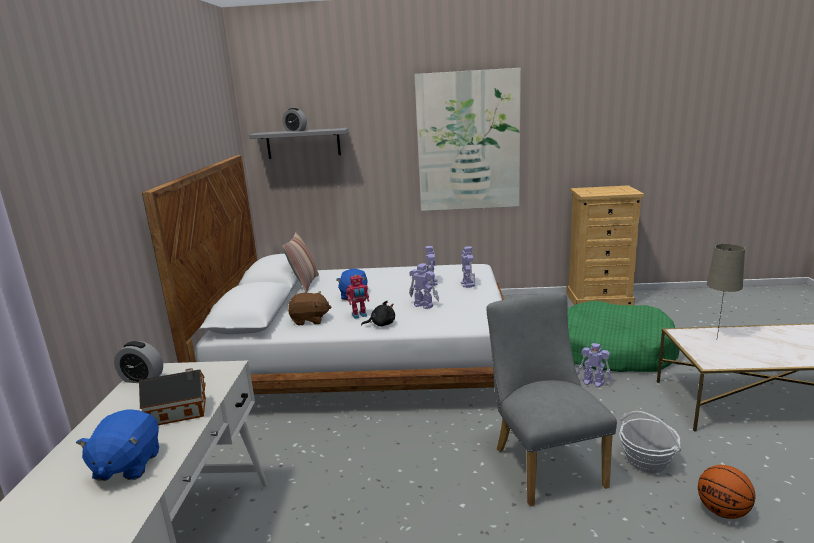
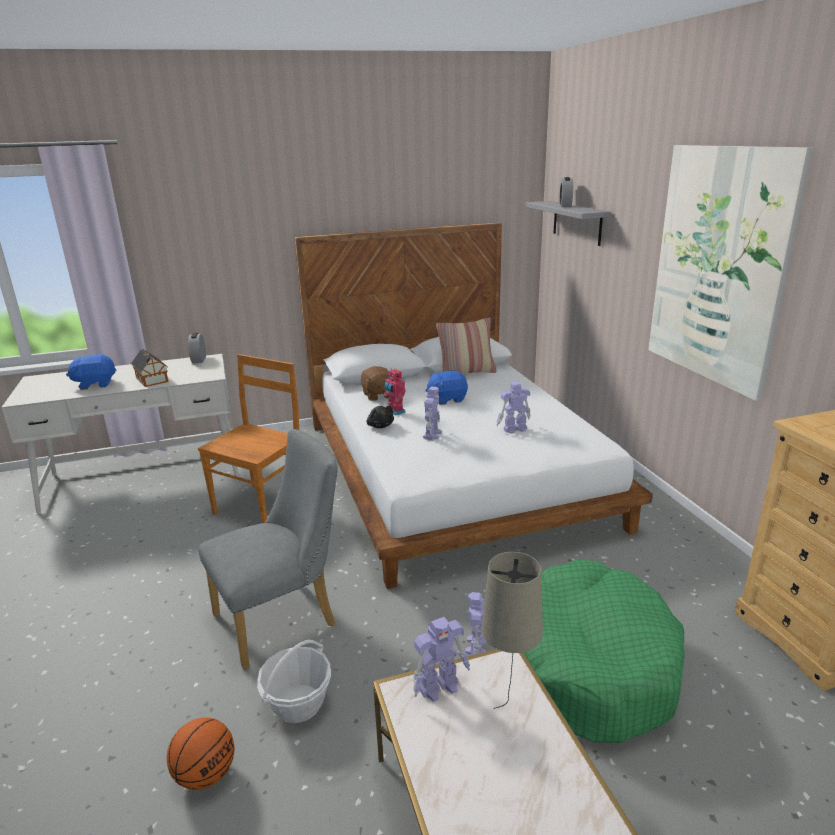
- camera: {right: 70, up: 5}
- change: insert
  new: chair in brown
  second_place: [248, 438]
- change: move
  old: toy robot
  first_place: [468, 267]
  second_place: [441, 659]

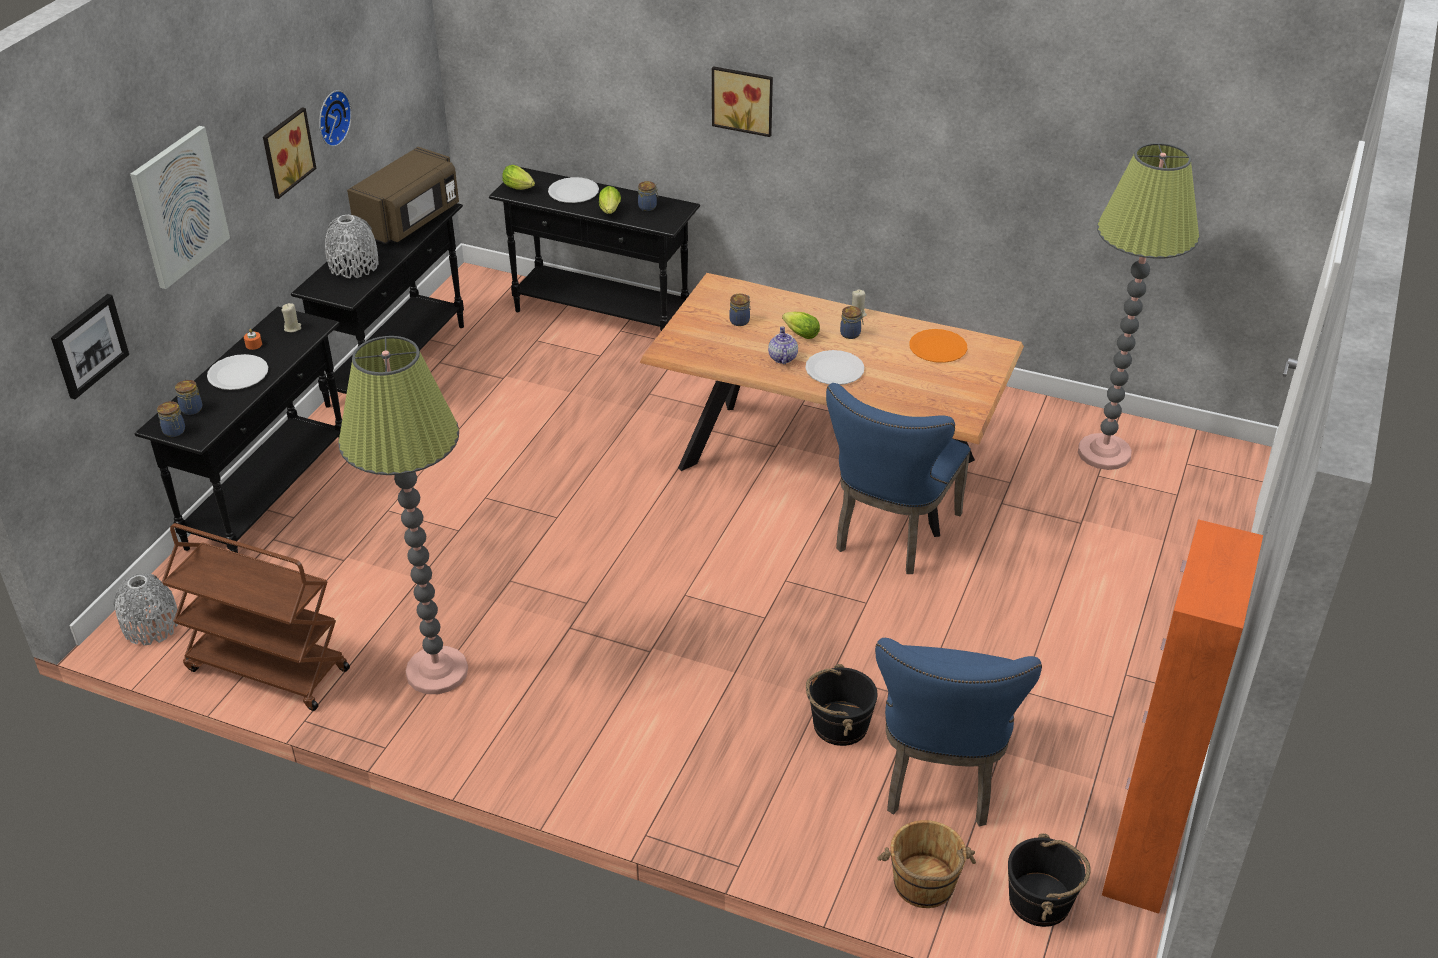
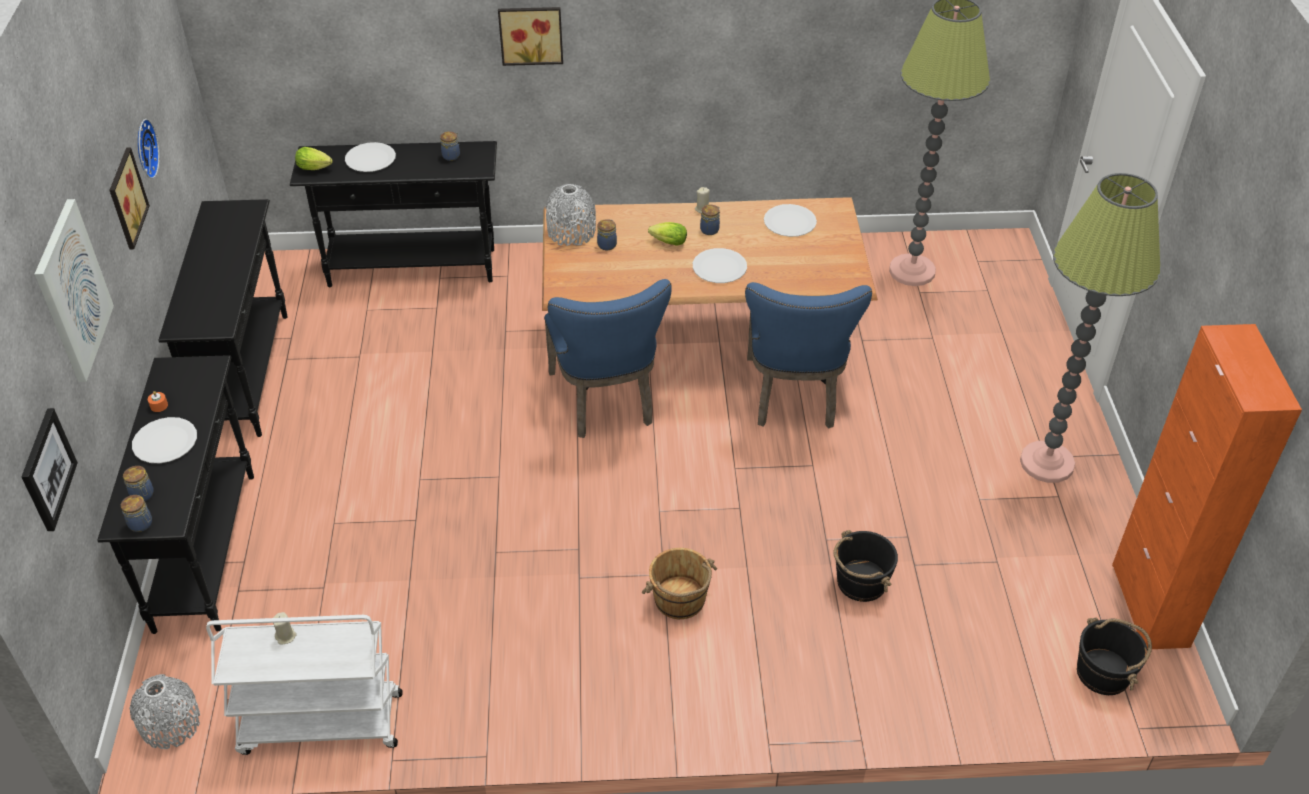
- camera: {right: -25, up: 5}
- change: recolor
  old: cart in brown
  new: cart in white
  first_place: [255, 617]
  second_place: [304, 685]
- change: move
  old: candle in beige
  first_place: [291, 317]
  second_place: [285, 628]
- change: move
  old: chair in blue
  first_place: [958, 732]
  second_place: [608, 358]
- change: move
  old: vase in grey
  first_place: [351, 246]
  second_place: [570, 215]
- change: move
  old: bucket in brown
  first_place: [926, 864]
  second_place: [679, 583]
- change: recolor
  old: plate in orange
  new: plate in white
  first_place: [938, 346]
  second_place: [790, 220]
- change: move
  old: floor lamp
  first_place: [403, 515]
  second_place: [1090, 328]
- change: delete
  old: microwave in brown
  first_place: [403, 195]
- change: delete
  old: lettuce
  first_place: [610, 200]
- change: delete
  old: teapot
  first_place: [783, 345]

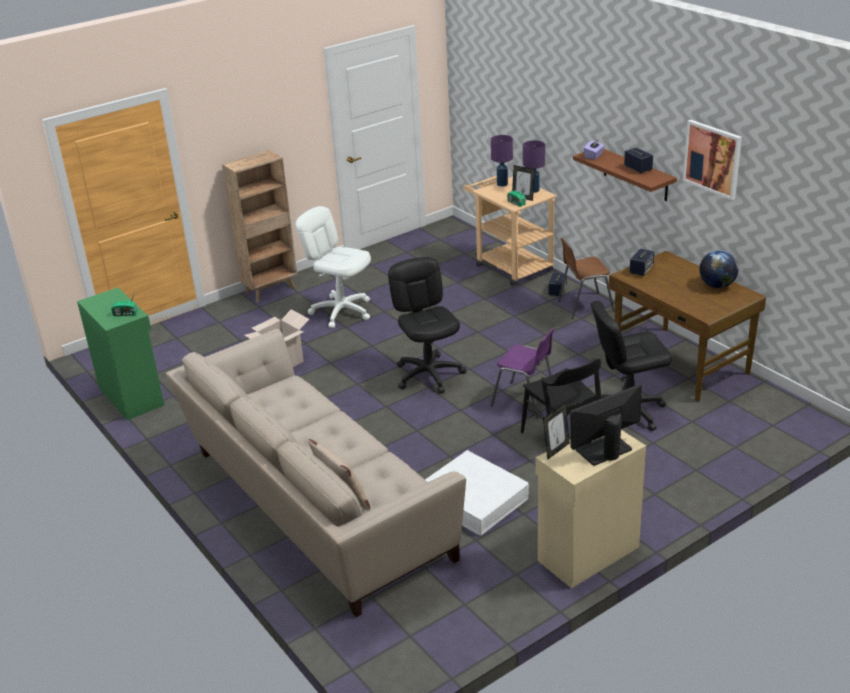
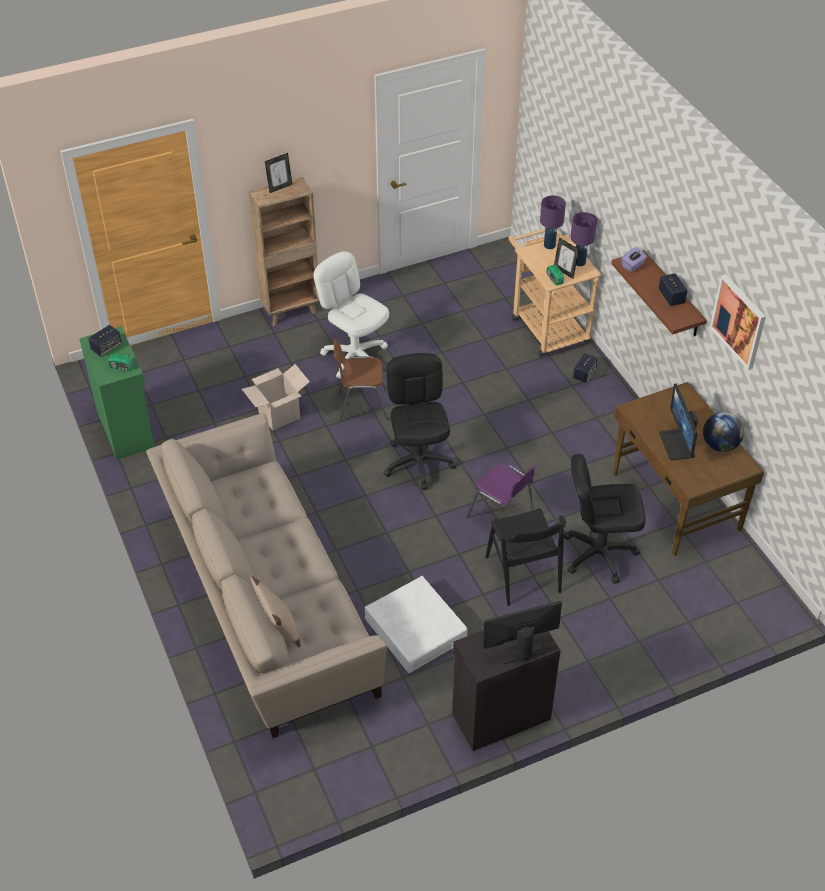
- camera: {right: 10, up: 15}
- change: move
  old: speaker
  first_place: [642, 262]
  second_place: [105, 341]
- change: move
  old: picture frame
  first_place: [556, 431]
  second_place: [278, 173]
- change: move
  old: chair in brown
  first_place: [586, 278]
  second_place: [361, 380]
- change: recolor
  old: cabinet in beige
  new: cabinet in black
  first_place: [590, 509]
  second_place: [506, 691]
- change: insert
  new: monitor
  second_place: [678, 422]

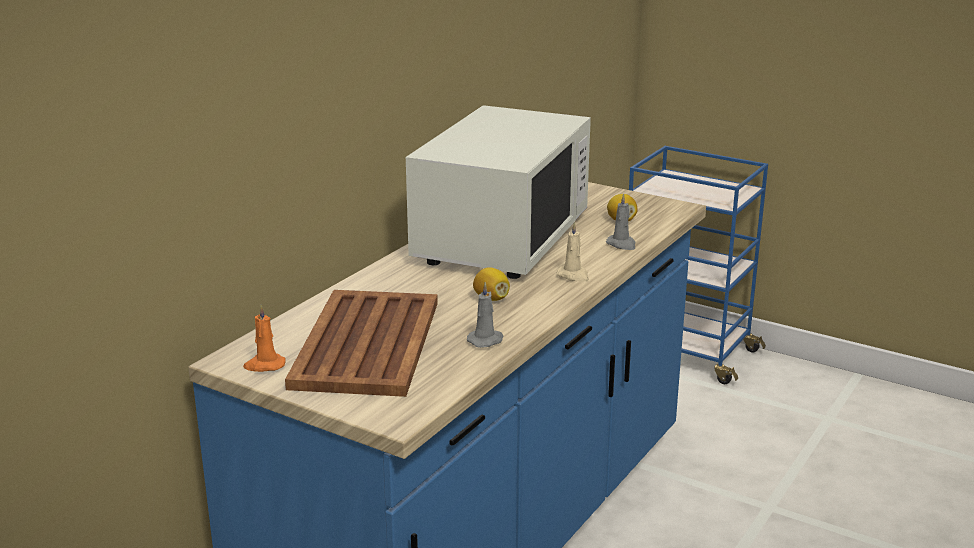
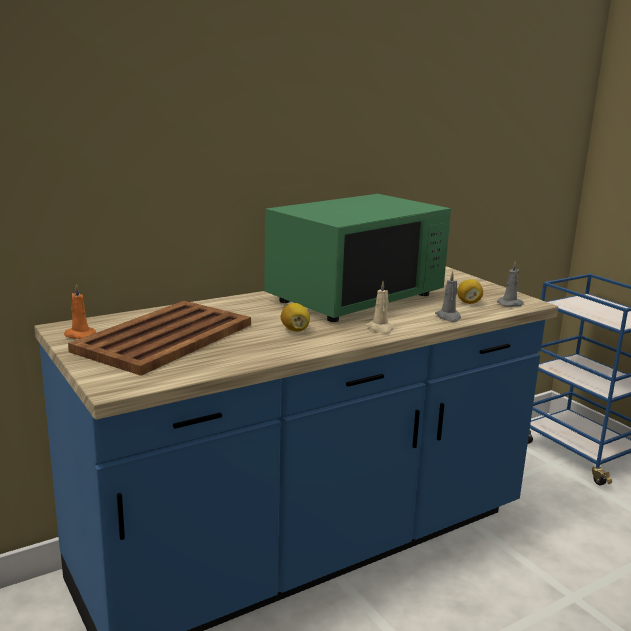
- camera: {right: 25, up: -5}
- change: recolor
  old: microwave in white
  new: microwave in green
  first_place: [498, 192]
  second_place: [357, 258]
- change: move
  old: candle in grey
  first_place: [485, 315]
  second_place: [510, 284]

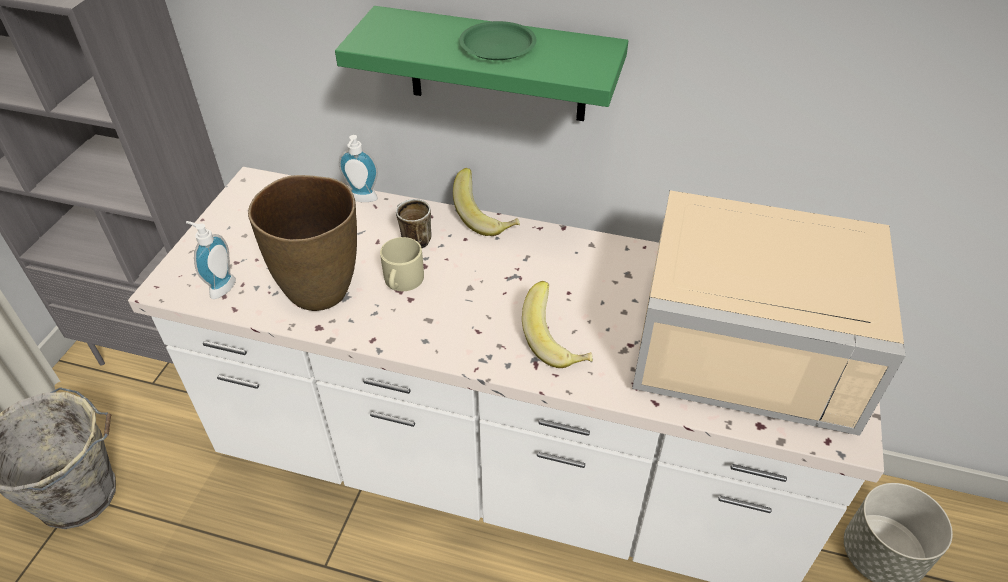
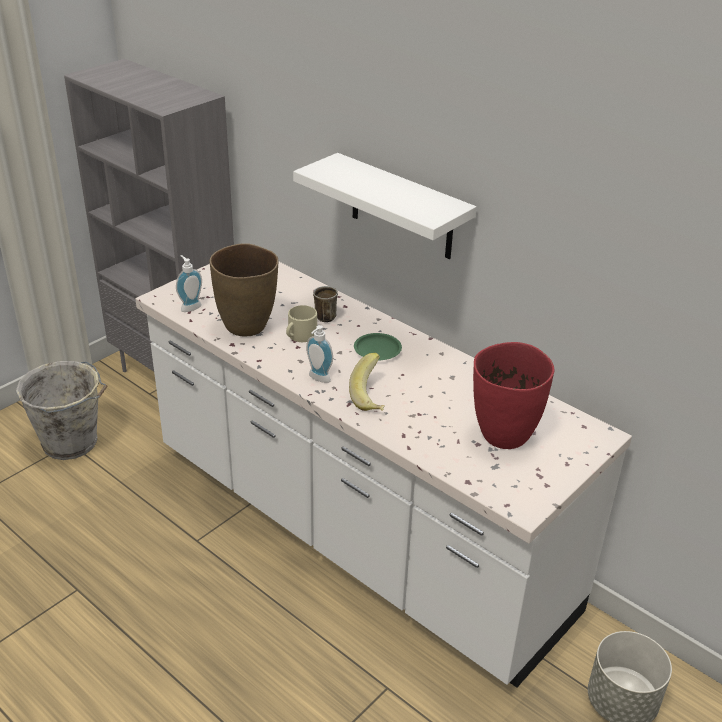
- camera: {right: 25, up: -10}
- change: recolor
  old: shelf in green
  new: shelf in white
  first_place: [481, 63]
  second_place: [384, 206]
- change: move
  old: soap dispenser
  first_place: [358, 168]
  second_place: [319, 354]
- change: move
  old: plate in green
  first_place: [498, 40]
  second_place: [378, 346]
- change: replace
  old: microwave in beige
  new: vase in red
  first_place: [769, 313]
  second_place: [514, 395]
- change: delete
  old: banana
  first_place: [486, 202]

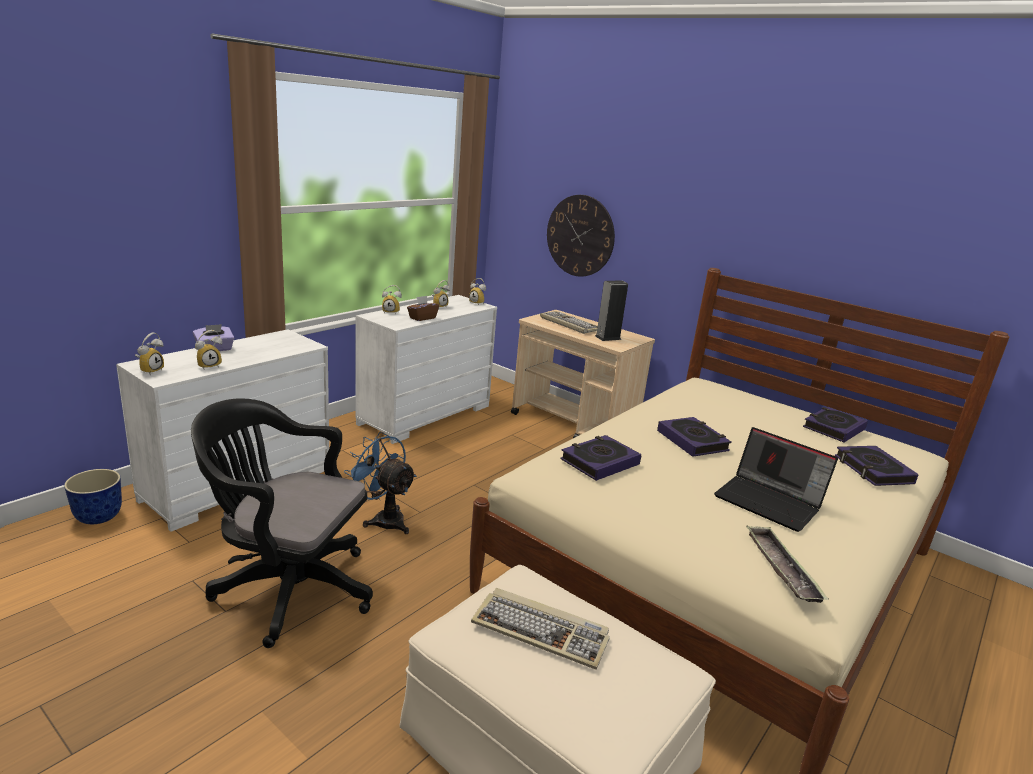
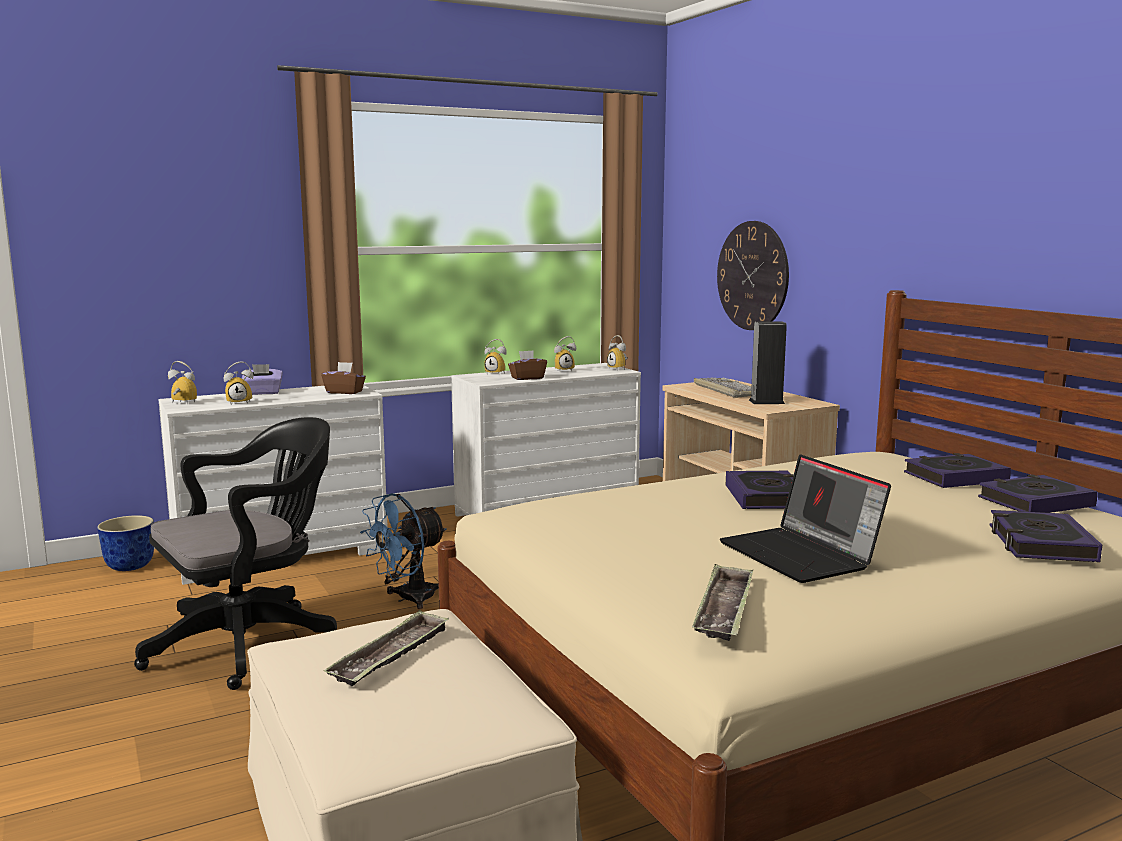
- camera: {right: 25, up: -10}
- change: rotate
  old: office chair in black
  first_place: [282, 523]
  second_place: [235, 553]
  degrees: 105
- change: rotate
  old: alarm clock
  first_place: [149, 354]
  second_place: [182, 382]
  degrees: -120
- change: insert
  new: tissue box in brown
  second_place: [343, 378]
- change: replace
  old: keyboard
  new: tray
  first_place: [540, 629]
  second_place: [386, 648]
- change: rotate
  old: fan in blue
  first_place: [380, 483]
  second_place: [403, 551]
  degrees: -105
- change: move
  old: book
  first_place: [601, 458]
  second_place: [957, 470]

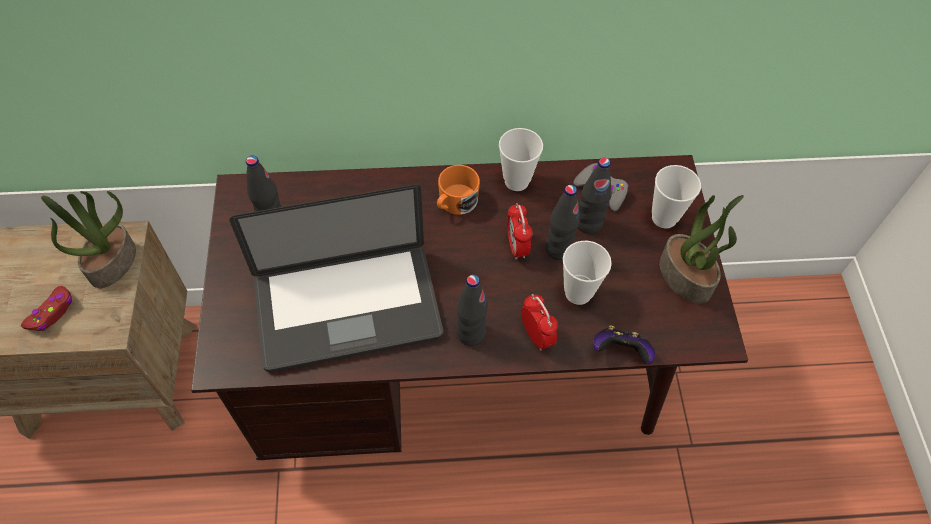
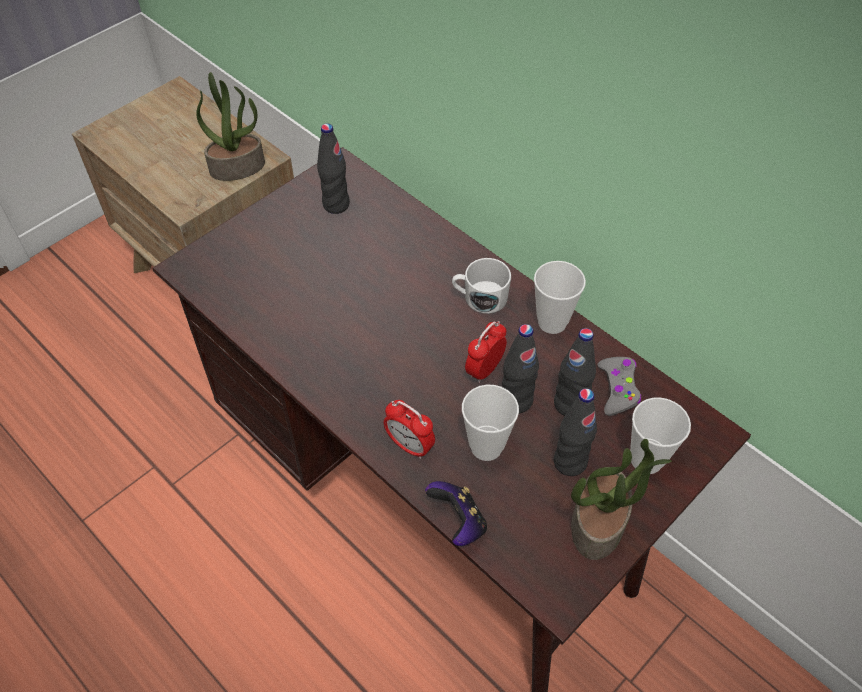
- camera: {right: 50, up: -5}
- change: rotate
  old: alarm clock
  first_place: [539, 322]
  second_place: [409, 429]
  degrees: 105
- change: recolor
  old: mug in orange
  new: mug in white
  first_place: [458, 190]
  second_place: [481, 286]
- change: move
  old: bottle in black
  first_place: [472, 310]
  second_place: [575, 432]
- change: delete
  old: game controller in red
  first_place: [46, 308]
- change: delete
  old: laptop
  first_place: [336, 278]

